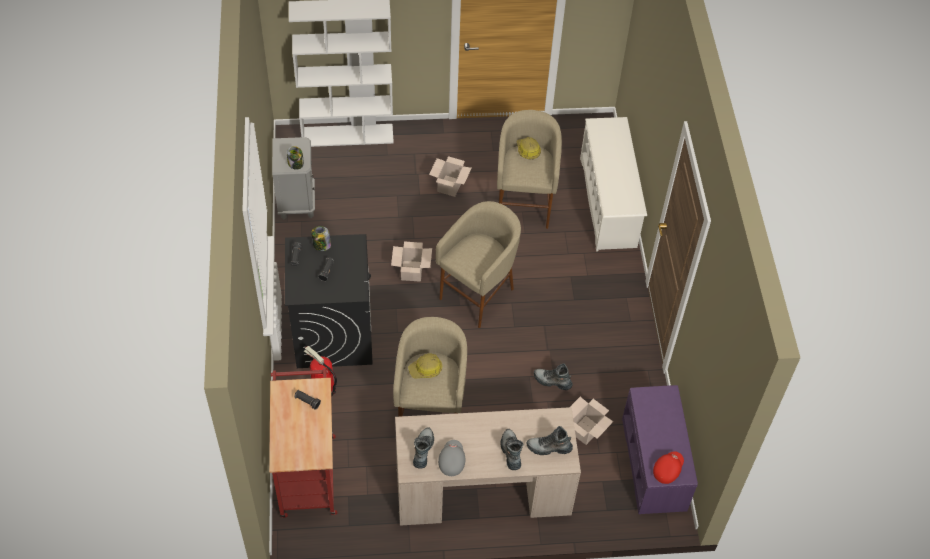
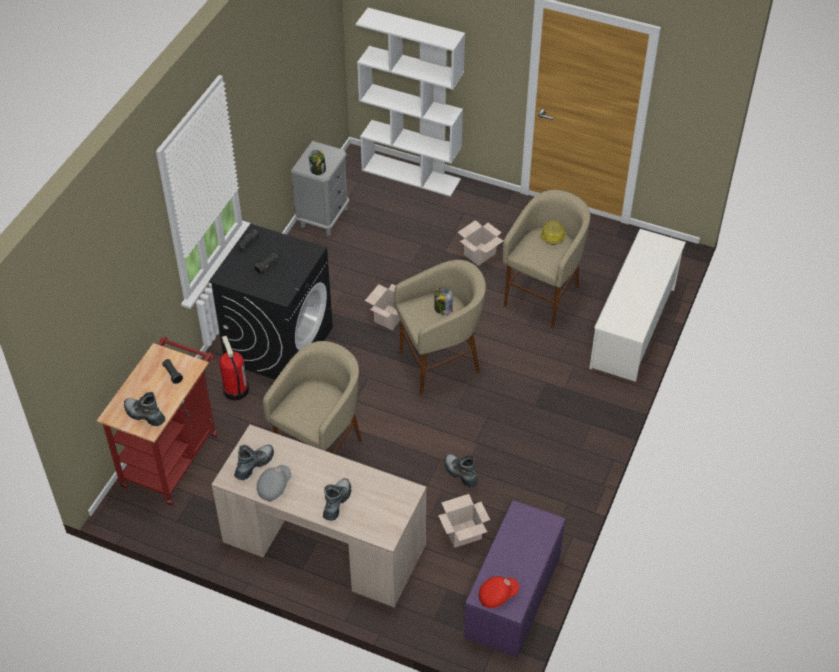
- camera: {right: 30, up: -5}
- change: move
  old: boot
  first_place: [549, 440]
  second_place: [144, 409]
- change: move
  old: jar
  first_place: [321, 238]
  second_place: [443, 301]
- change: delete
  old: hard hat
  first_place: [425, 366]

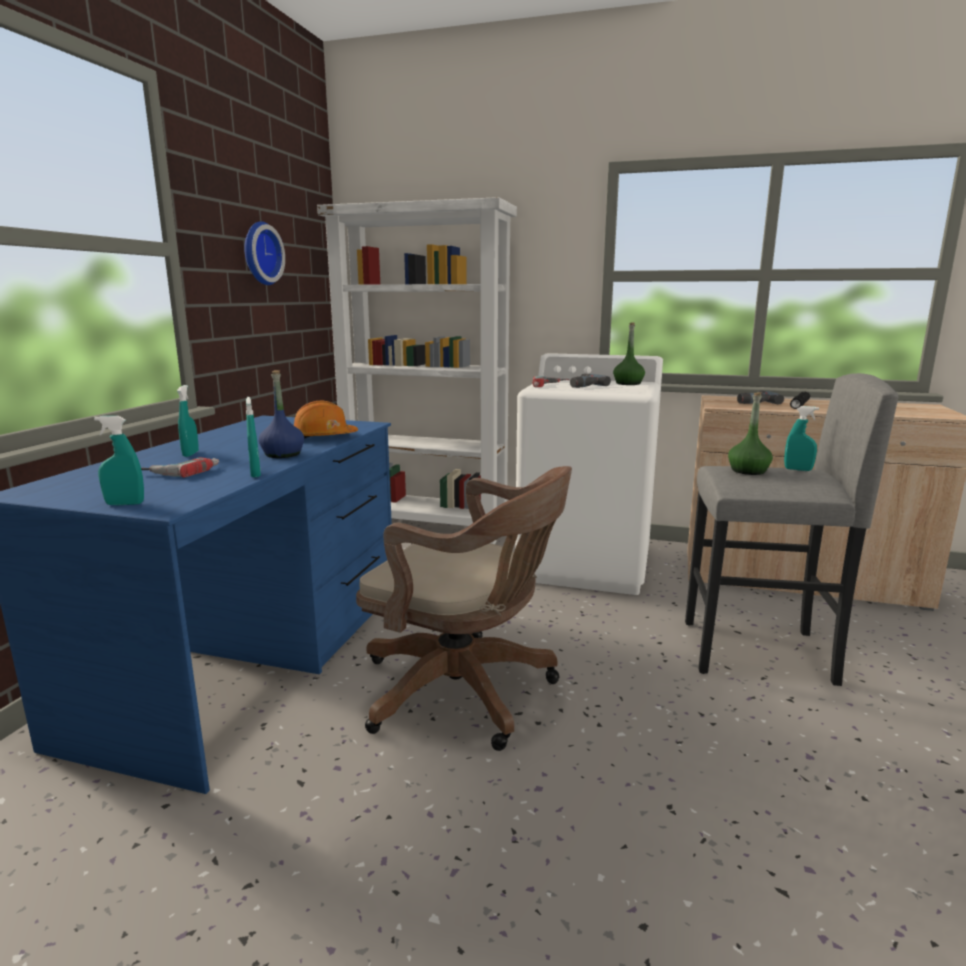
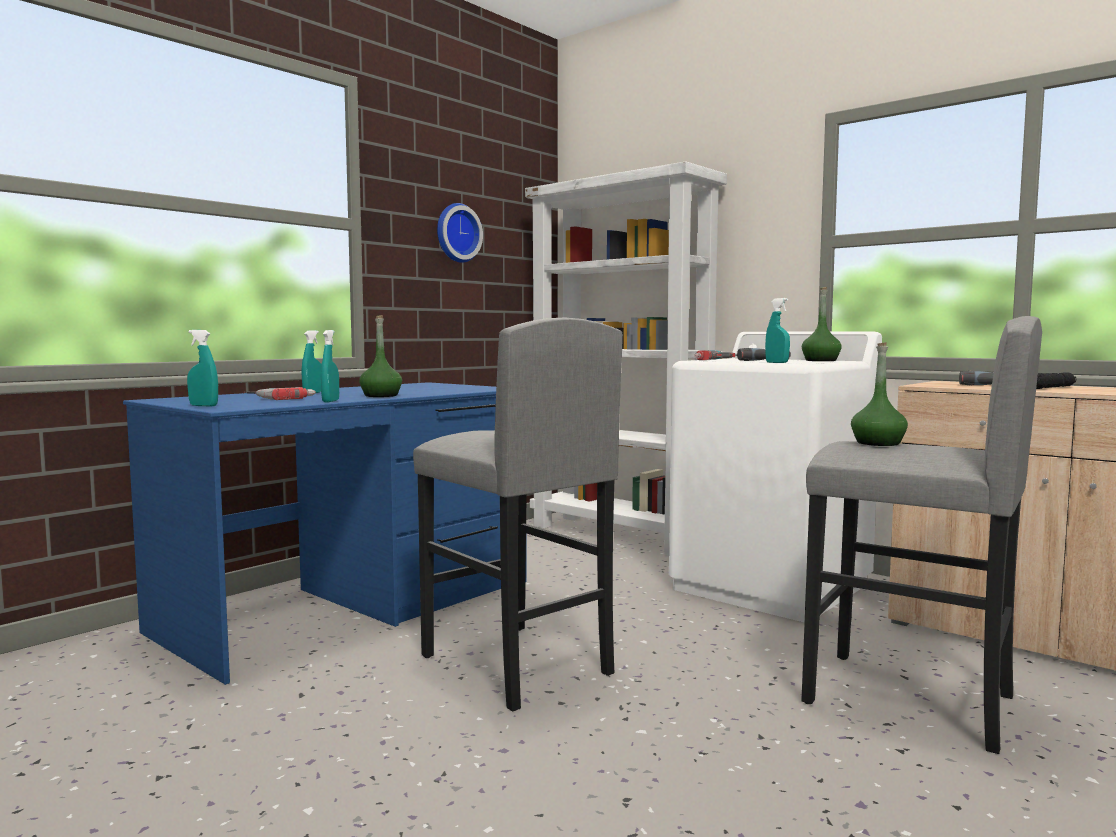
- camera: {right: 25, up: -10}
- change: recolor
  old: bottle in blue
  new: bottle in green
  first_place: [281, 414]
  second_place: [380, 356]
- change: replace
  old: office chair in brown
  new: stool in grey
  first_place: [464, 608]
  second_place: [518, 514]
- change: move
  old: spray bottle in turquoise
  first_place: [801, 438]
  second_place: [777, 330]
- change: delete
  old: hard hat in orange
  first_place: [326, 420]

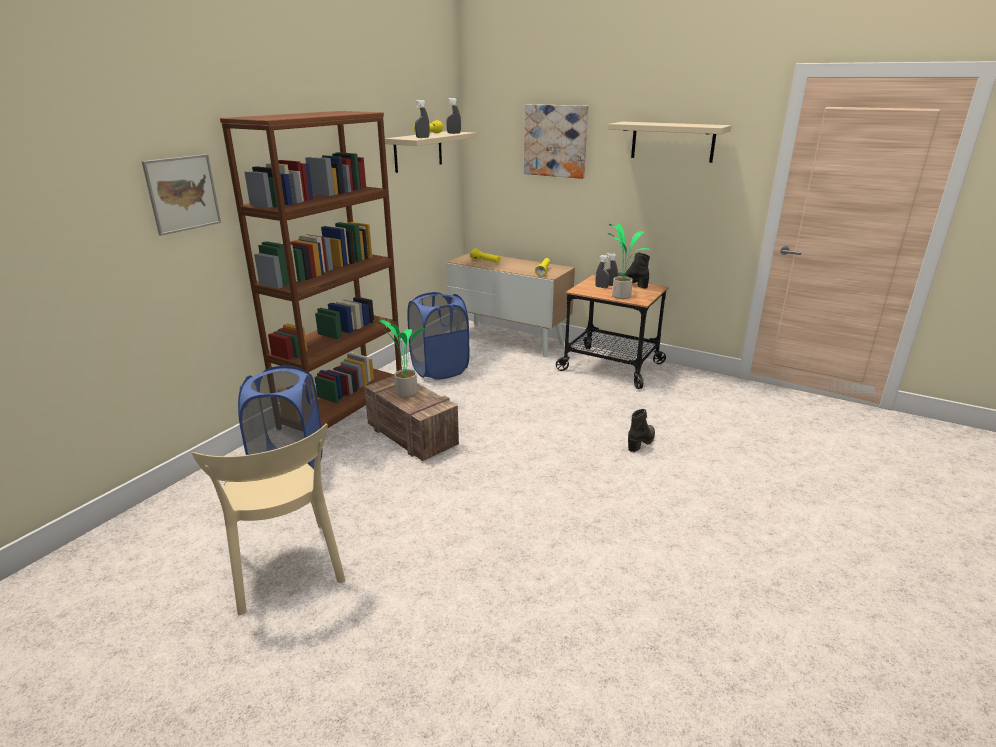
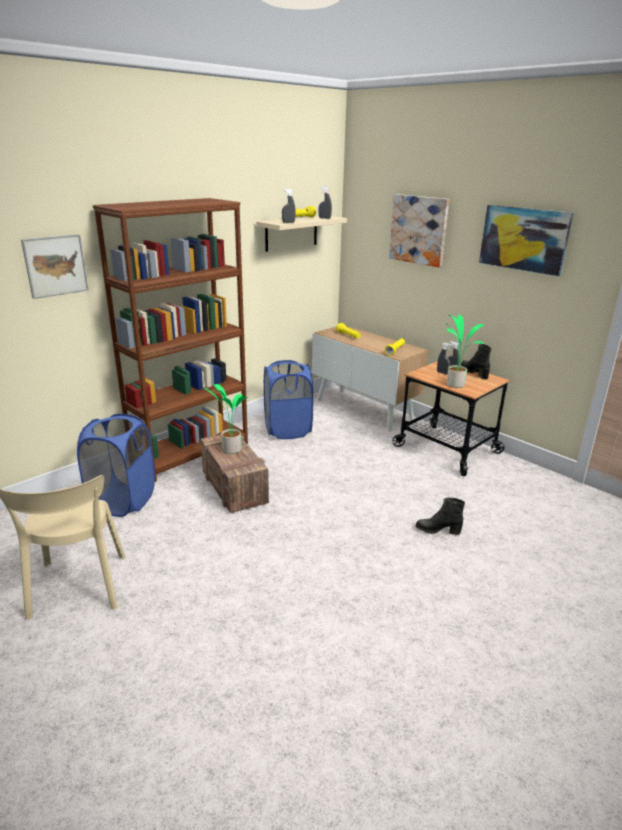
- camera: {right: 15, up: 0}
- change: rotate
  old: boot in black
  first_place: [641, 430]
  second_place: [440, 516]
  degrees: -135
- change: replace
  old: shelf in beige
  new: picture
  first_place: [670, 142]
  second_place: [526, 240]

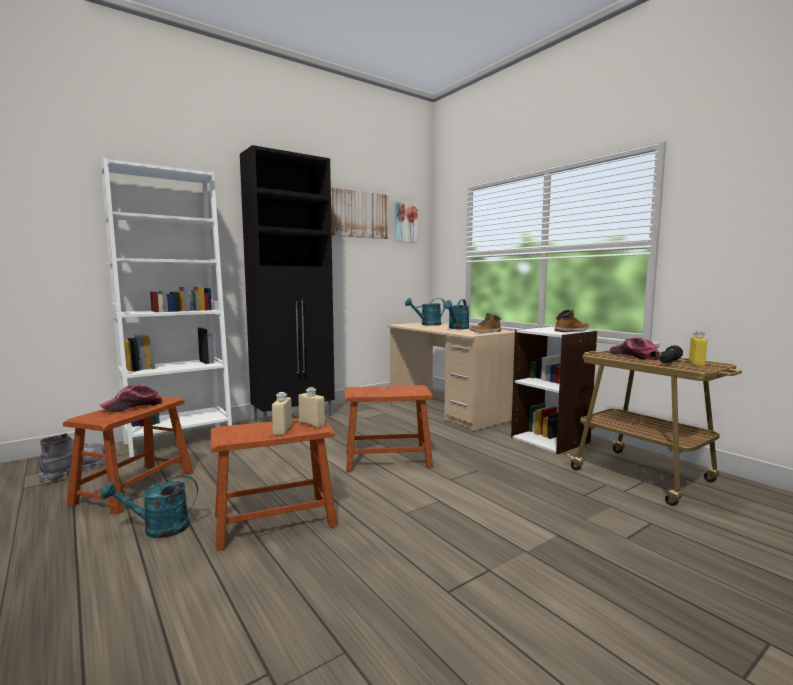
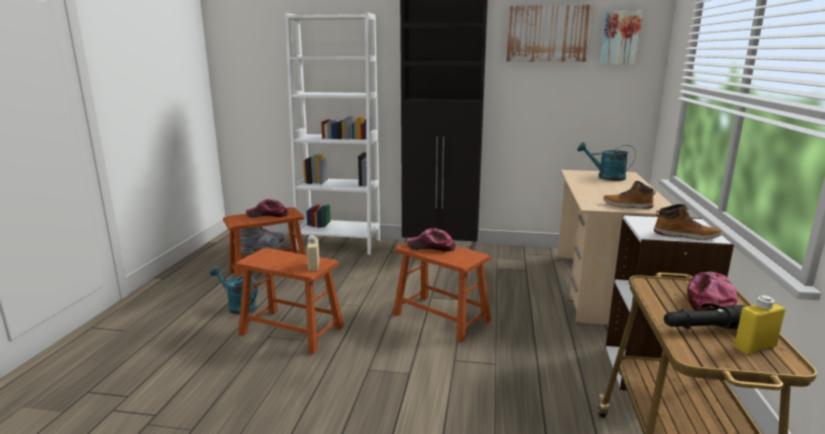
- camera: {right: 45, up: 10}
- change: insert
  new: cap
  second_place: [431, 240]
- change: delete
  old: bottle in beige
  first_place: [282, 413]
- change: delete
  old: watering can in turquoise
  first_place: [456, 314]

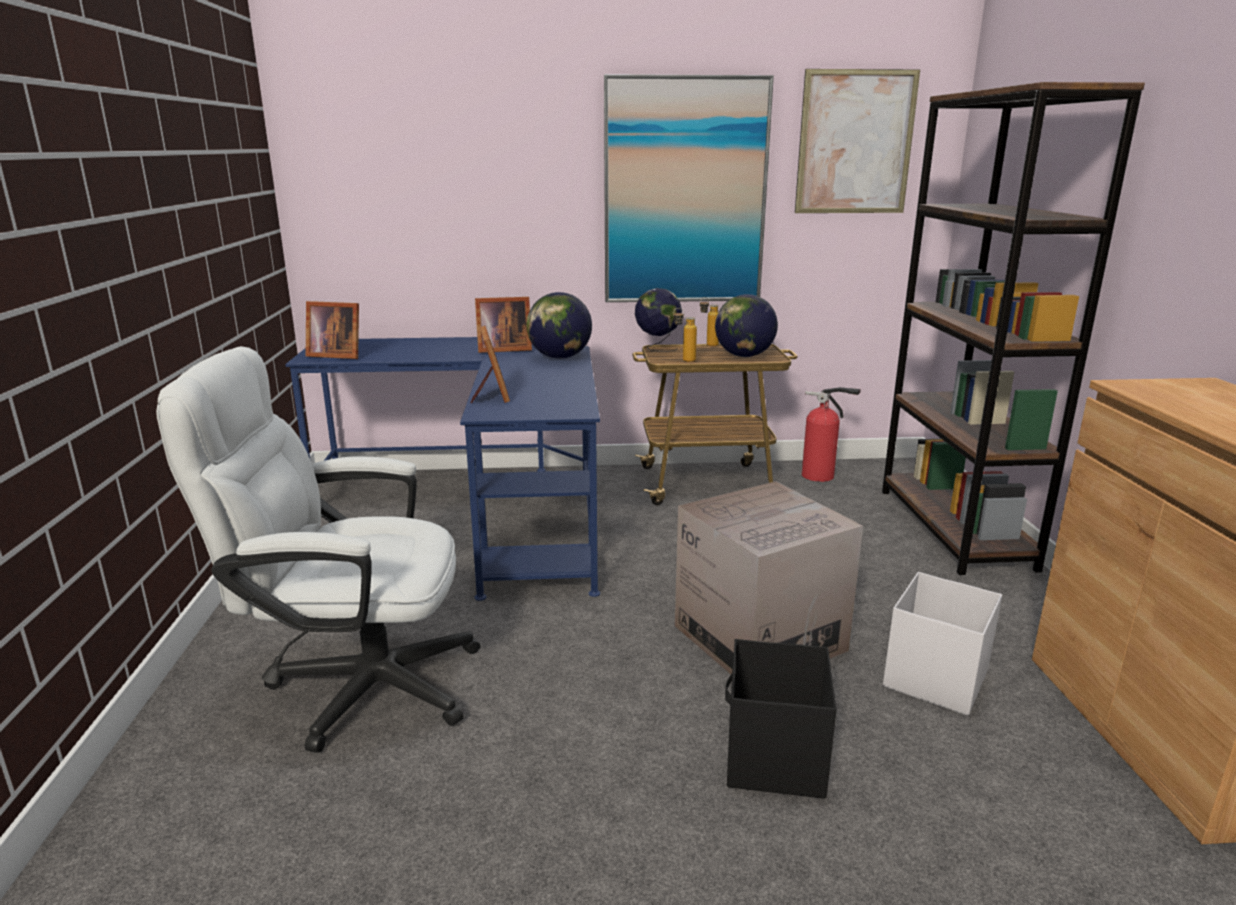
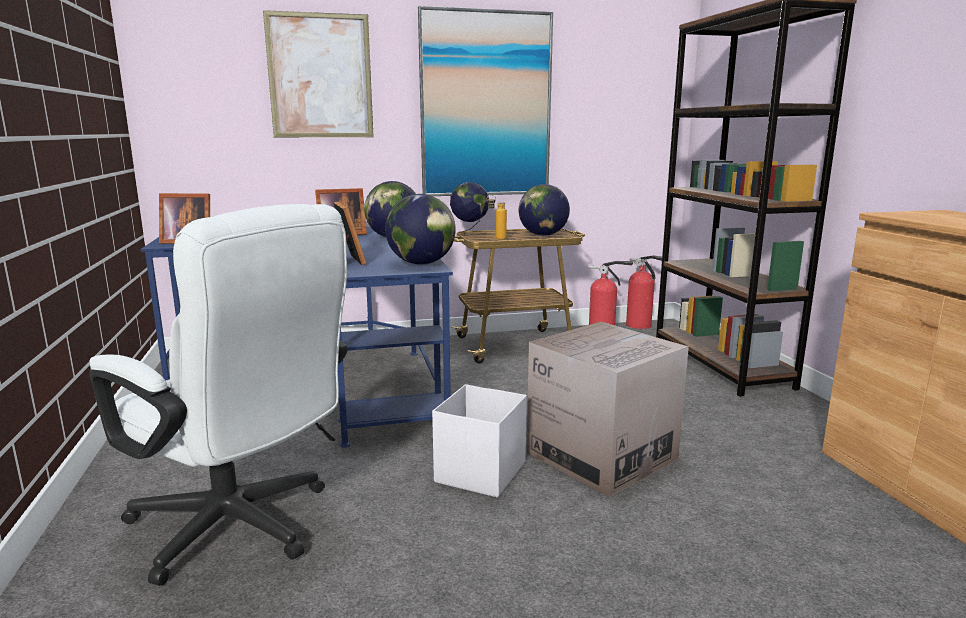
- camera: {right: -10, up: -5}
- change: rotate
  old: office chair in white
  first_place: [318, 549]
  second_place: [218, 395]
  degrees: -135
- change: move
  old: picture
  first_place: [857, 141]
  second_place: [318, 73]
- change: insert
  new: globe
  second_place: [420, 229]
- change: move
  old: storage box in white
  first_place: [942, 644]
  second_place: [479, 441]
- change: insert
  new: fire extinguisher
  second_place: [644, 292]
- change: delete
  old: bottle
  first_place: [709, 321]
- change: delete
  old: storage box in black
  first_place: [781, 718]

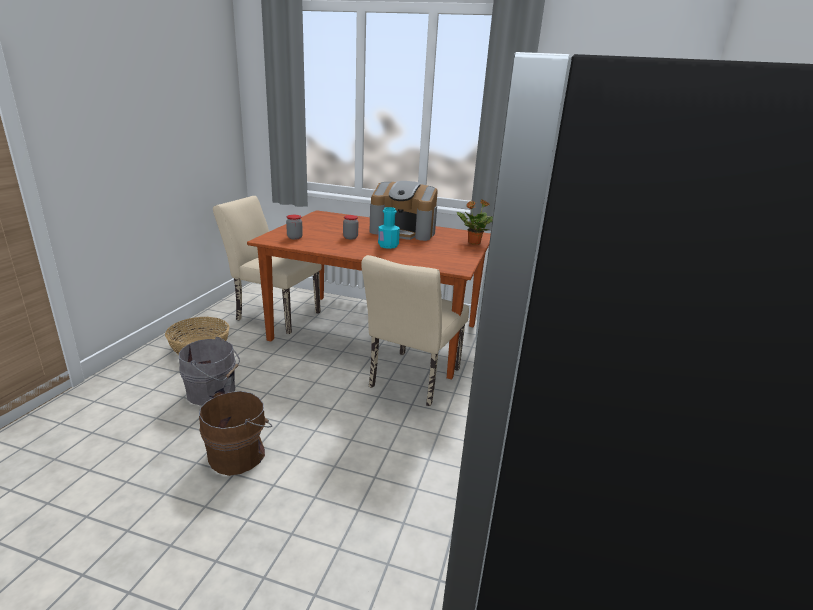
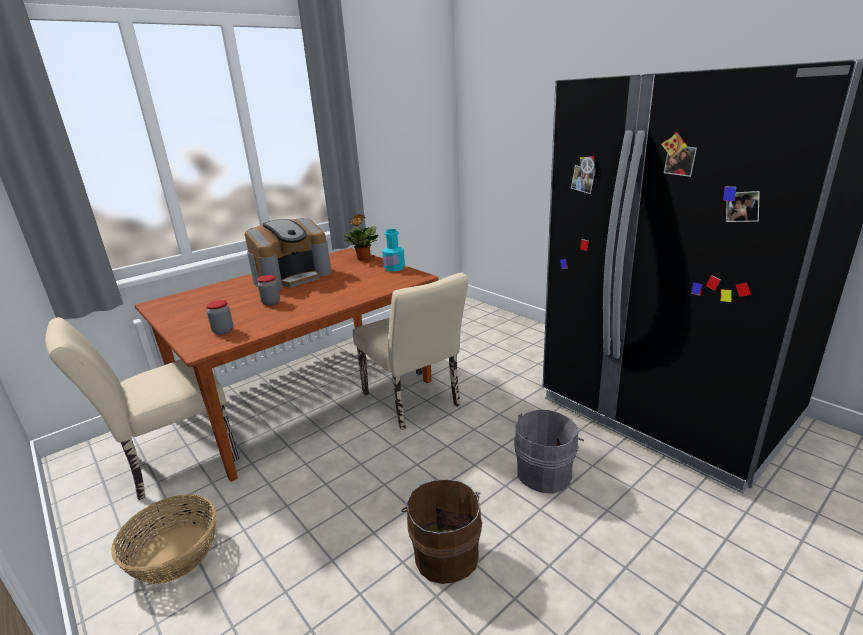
- camera: {right: -55, up: 0}
- change: move
  old: bottle in turquoise
  first_place: [389, 228]
  second_place: [393, 250]
- change: move
  old: bucket in grey
  first_place: [209, 371]
  second_place: [549, 452]

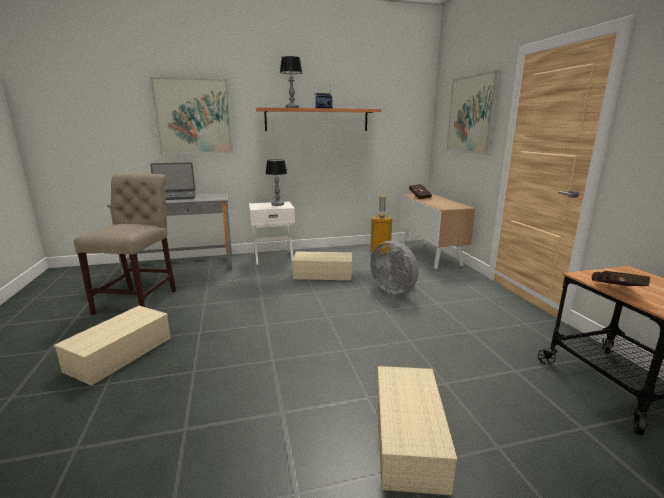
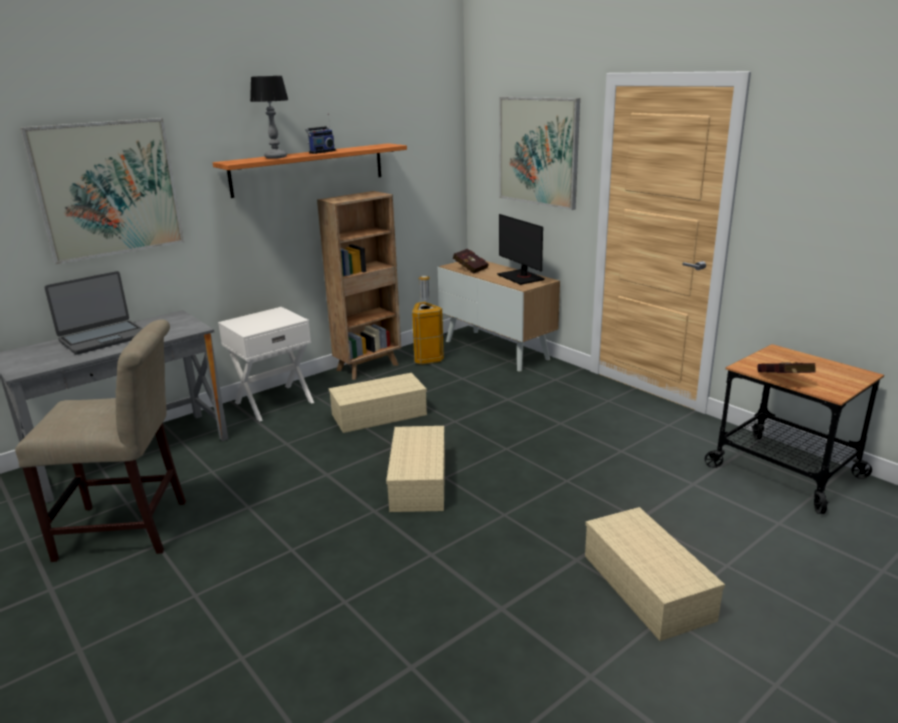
- camera: {right: -25, up: 5}
- change: rotate
  old: chair in beige
  first_place: [125, 244]
  second_place: [100, 441]
  degrees: 105
- change: insert
  new: bookcase in brown
  second_place: [359, 285]
- change: move
  old: storage box in beige
  first_place: [112, 346]
  second_place: [415, 469]
- change: insert
  new: monitor
  second_place: [520, 249]
- change: delete
  old: table lamp
  first_place: [276, 182]
- change: delete
  old: fan in grey
  first_place: [394, 267]

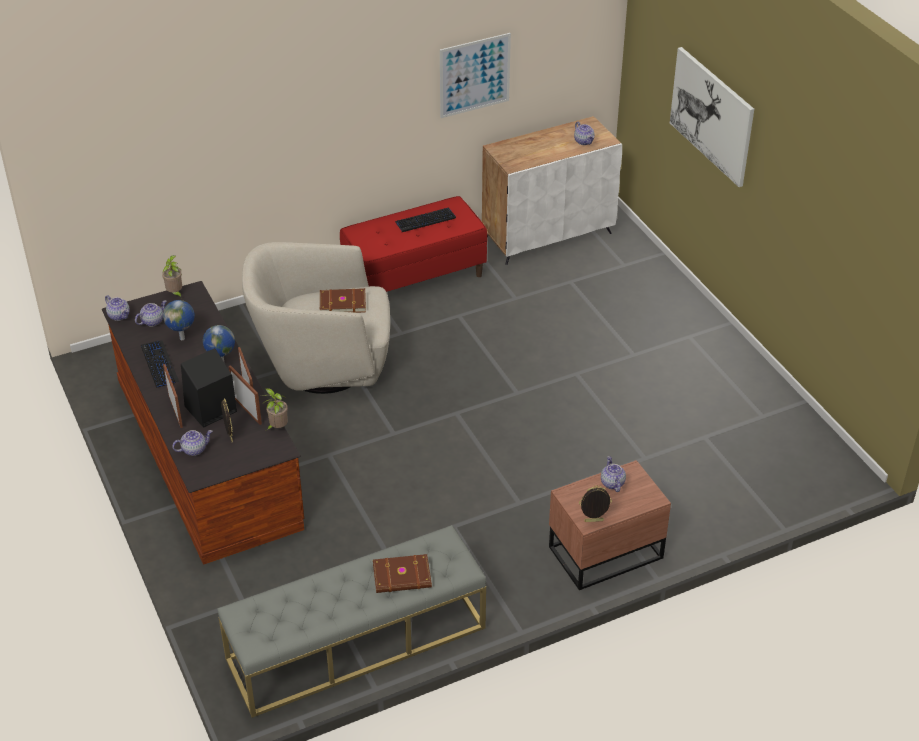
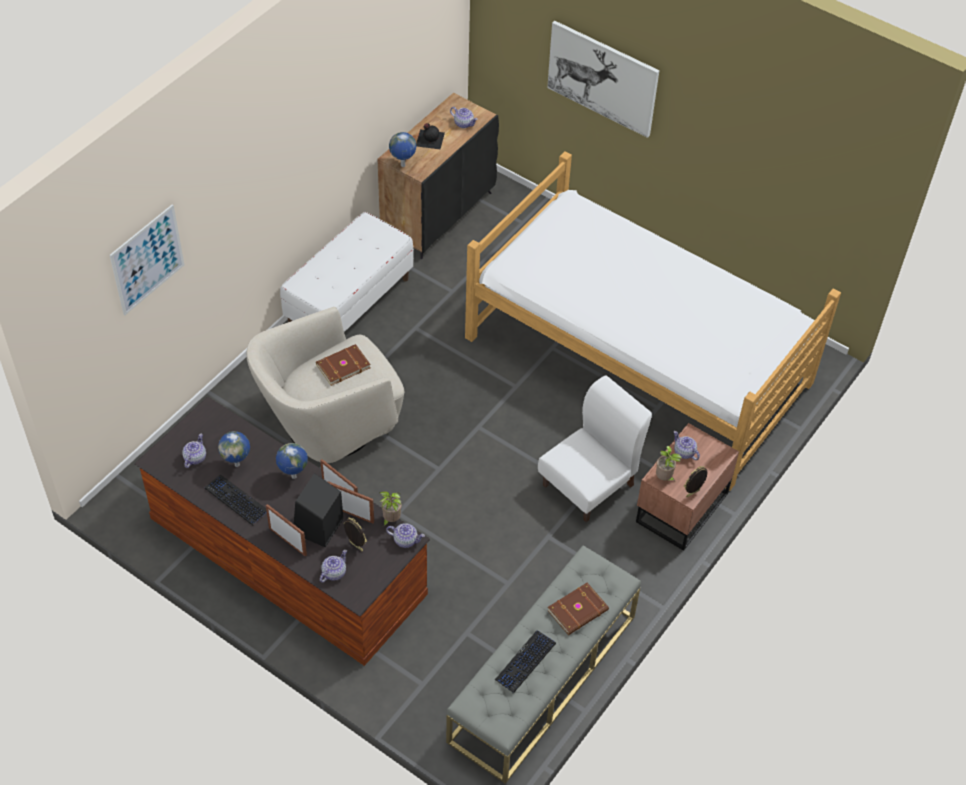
- camera: {right: -30, up: 10}
- change: move
  old: picture
  first_place: [475, 75]
  second_place: [147, 259]
- change: recolor
  old: bench in red
  new: bench in white
  first_place: [413, 244]
  second_place: [346, 272]
- change: recolor
  old: cabinet in white
  new: cabinet in black
  first_place: [552, 190]
  second_place: [438, 176]
- change: move
  old: teapot
  first_place: [117, 308]
  second_place: [405, 535]
- change: insert
  new: globe
  second_place: [402, 149]
- change: insert
  new: bottle in black
  second_place: [430, 136]
- change: insert
  new: bed
  second_place: [653, 321]
- change: move
  old: keyboard
  first_place: [425, 220]
  second_place: [525, 661]
- change: insert
  new: chair in white
  second_place: [595, 448]
- change: move
  old: potted plant
  first_place: [172, 276]
  second_place: [669, 463]

